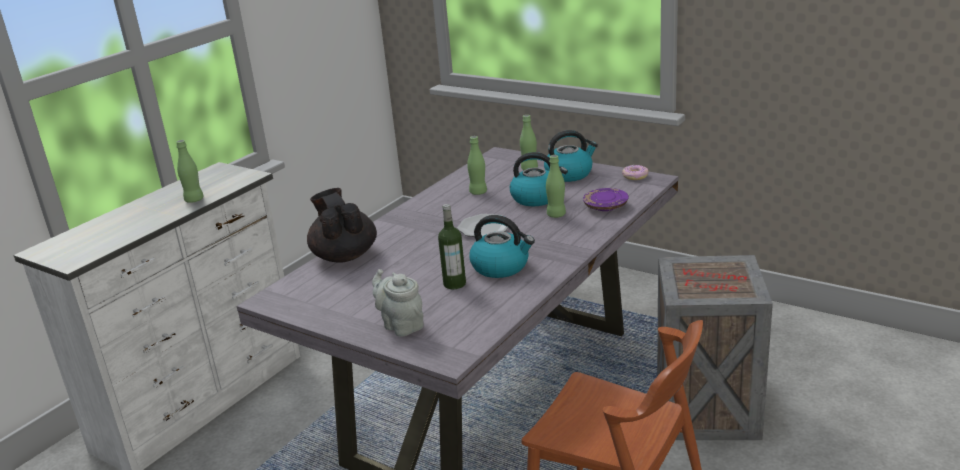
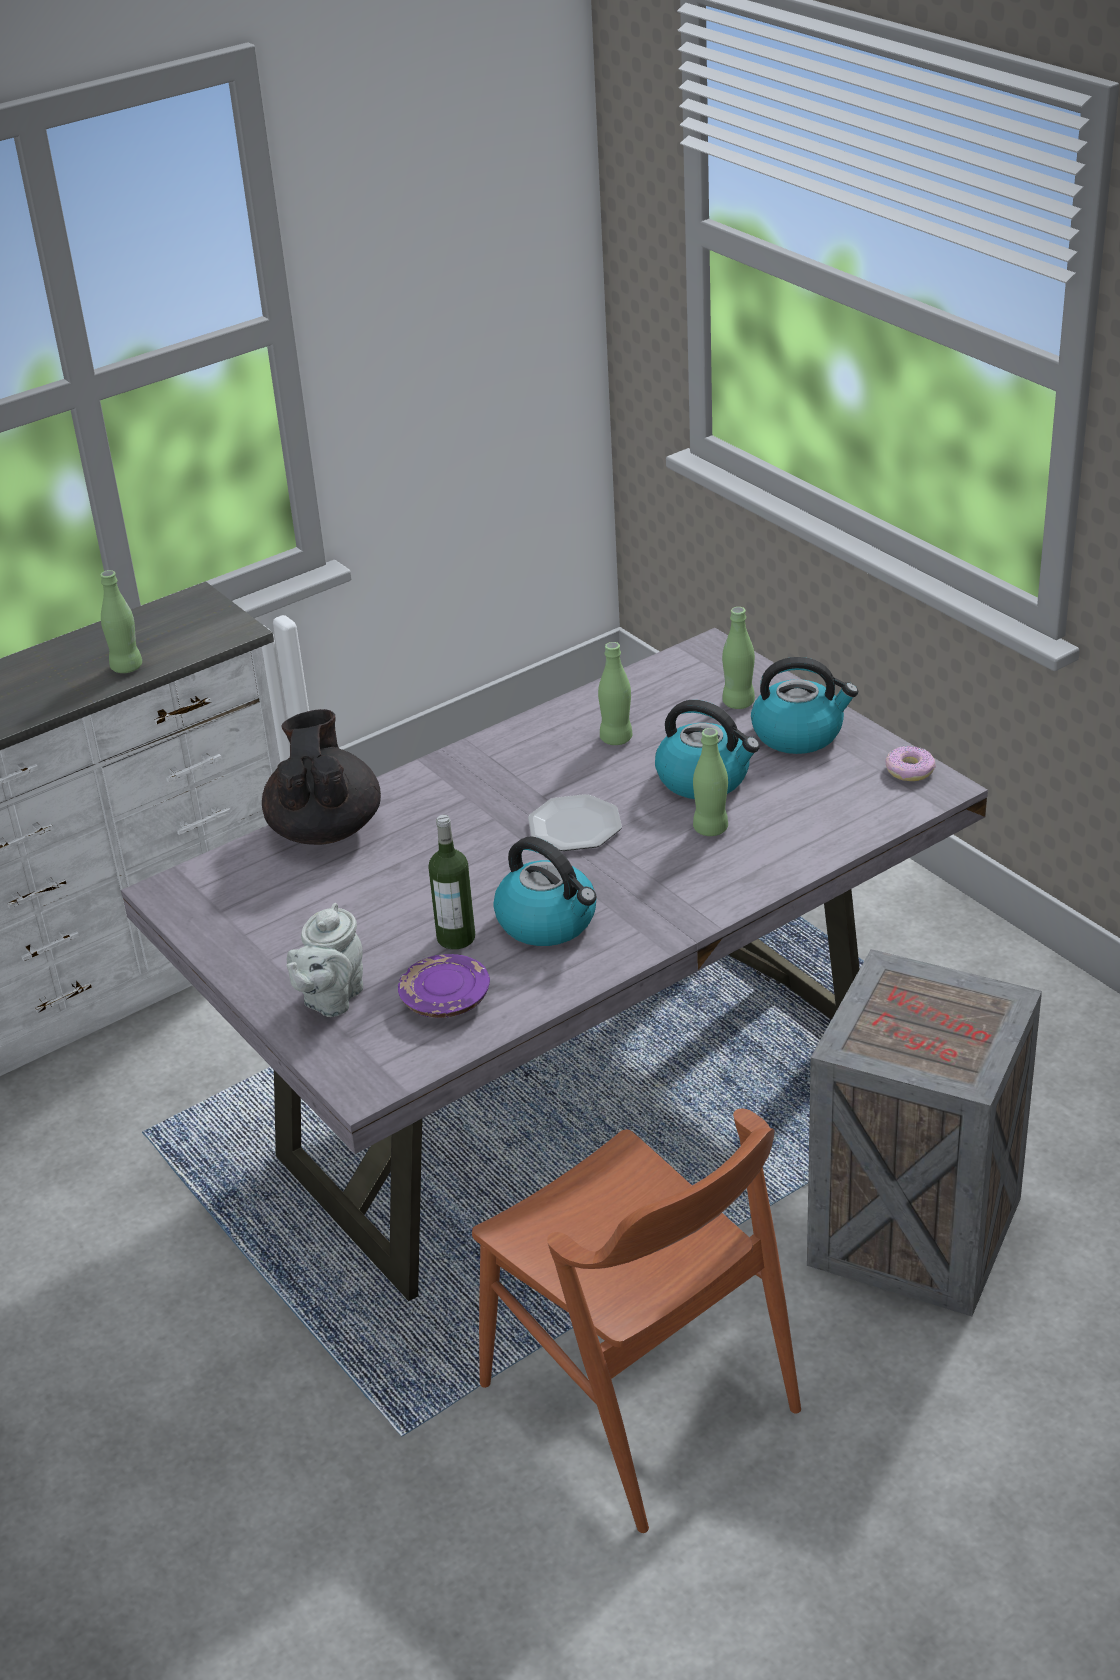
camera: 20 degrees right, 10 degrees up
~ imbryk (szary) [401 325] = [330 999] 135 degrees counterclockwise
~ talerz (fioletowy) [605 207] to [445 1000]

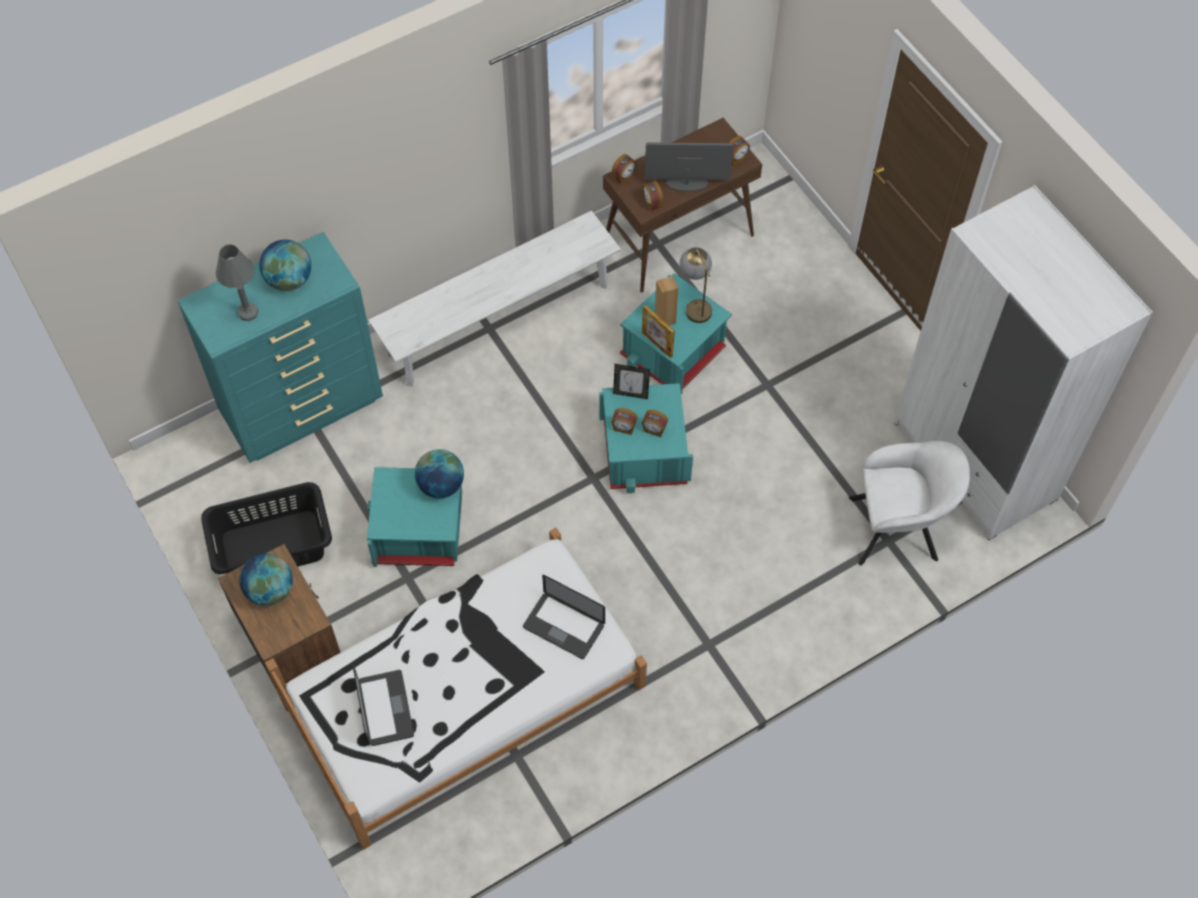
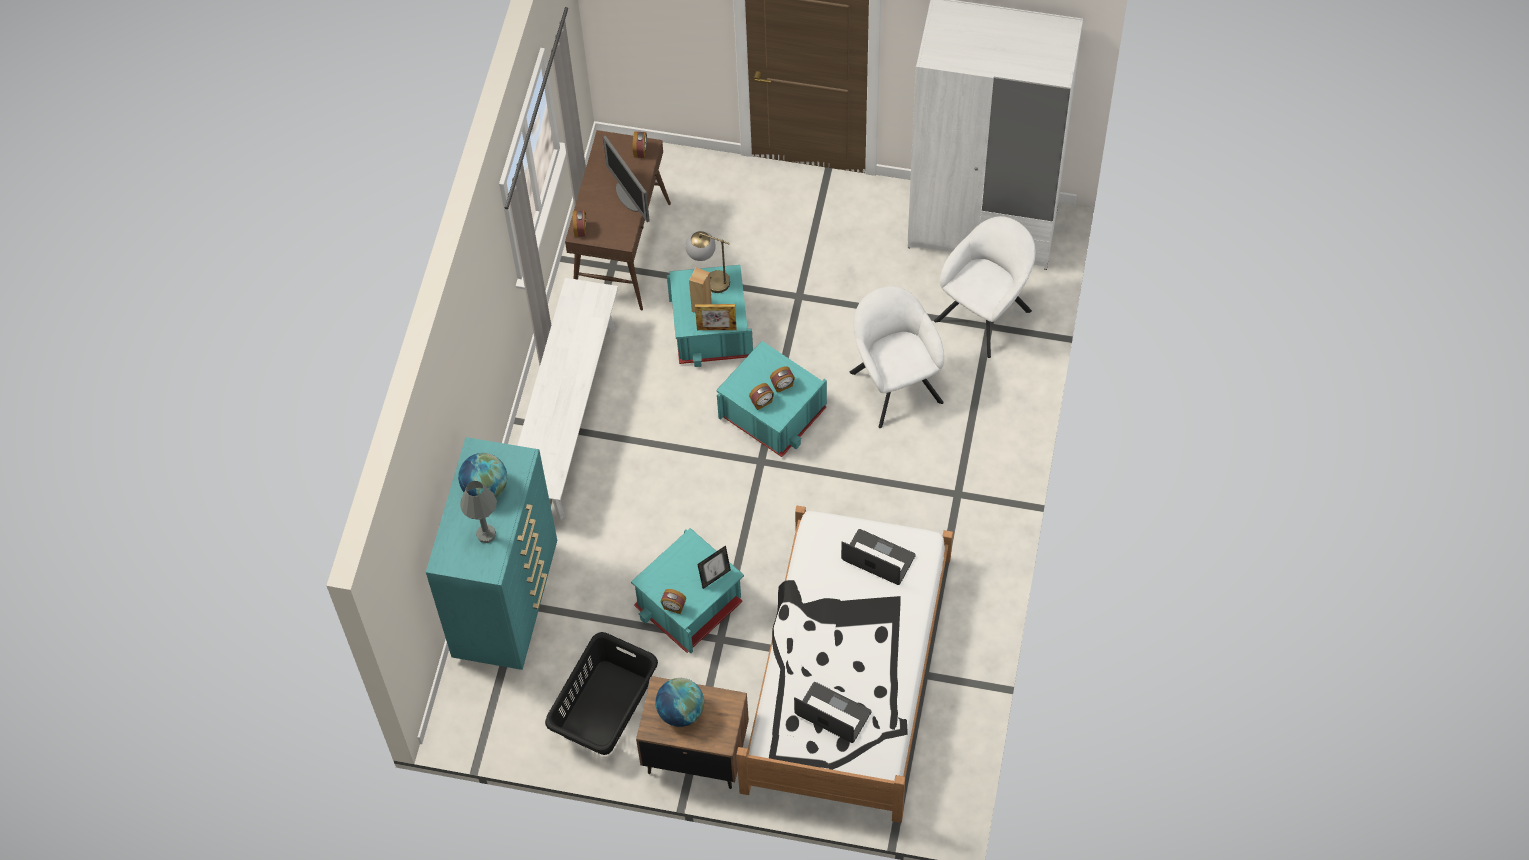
camera: 45 degrees left, 0 degrees up
- globus [441 485]
~ laptop [563 626] = [878 558] 135 degrees counterclockwise
~ ramka na zdjęcie [631 394] to [715 577]
~ budzik [652 203] to [674 607]
~ monitor [686 184] = [629 197] 75 degrees counterclockwise
+ fotel (biały) [894 382]

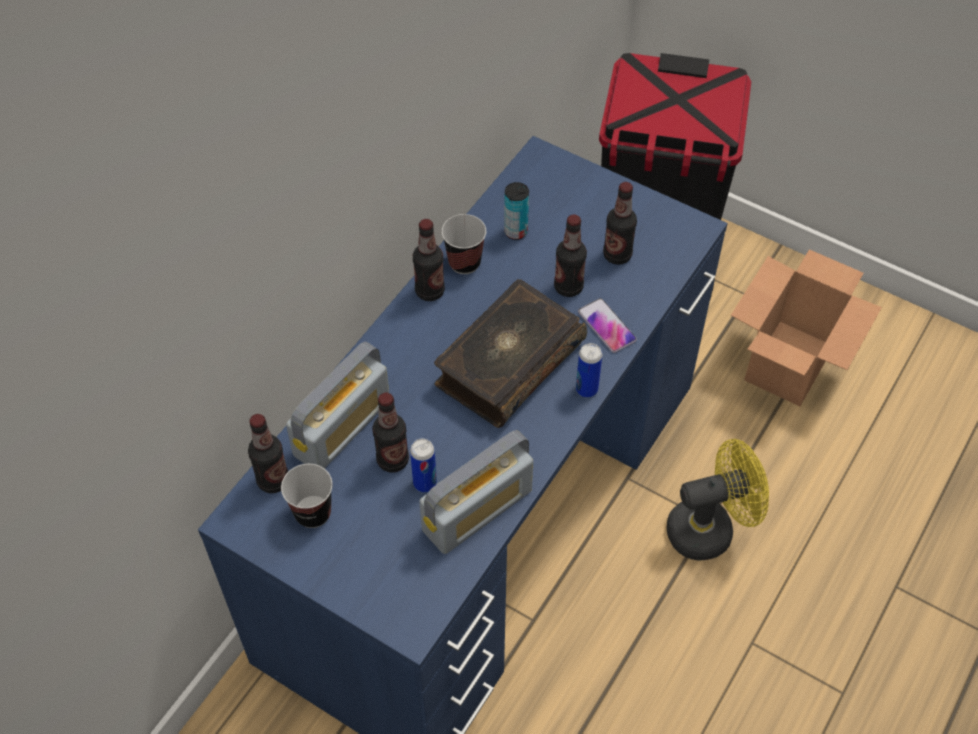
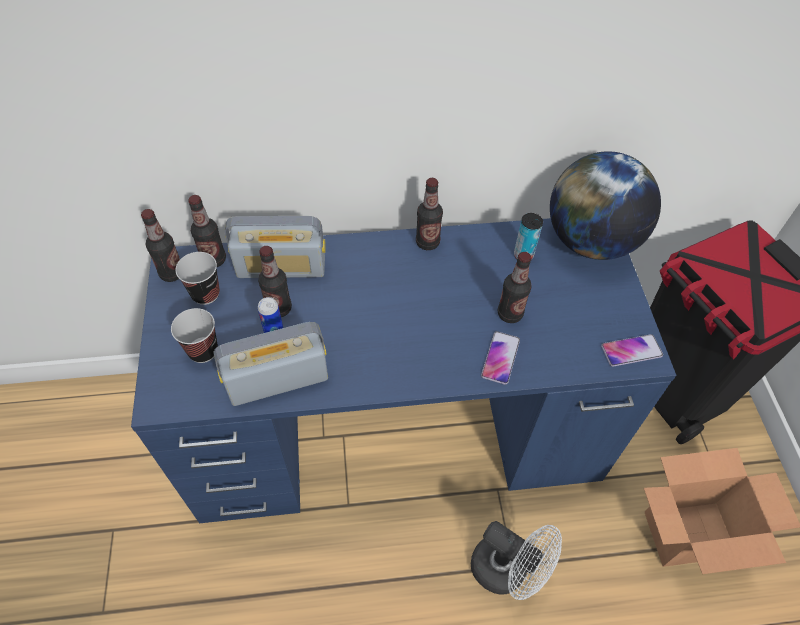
camera: 50 degrees right, 0 degrees up
~ radio [477 510] = [277 380] 150 degrees clockwise
- książka [508 363]
~ filiżanka [464 262] to [203 351]
- puszka [586 389]
~ butelka [617 255] to [172 273]
~ wentylator (żółty) [710 528] to wentylator (biały) [507 571]
+ globus [590 241]
+ telefon [631 351]

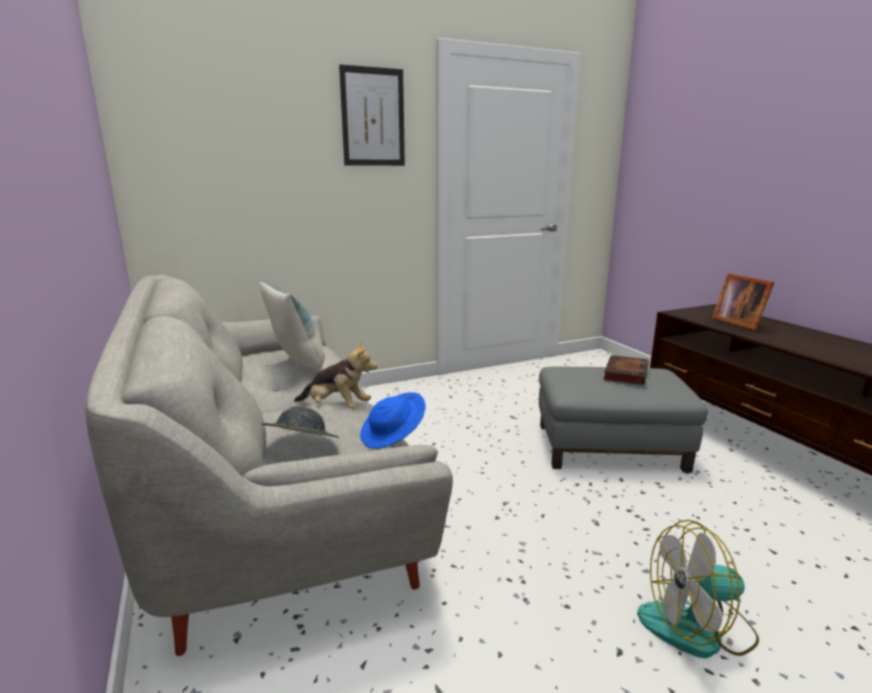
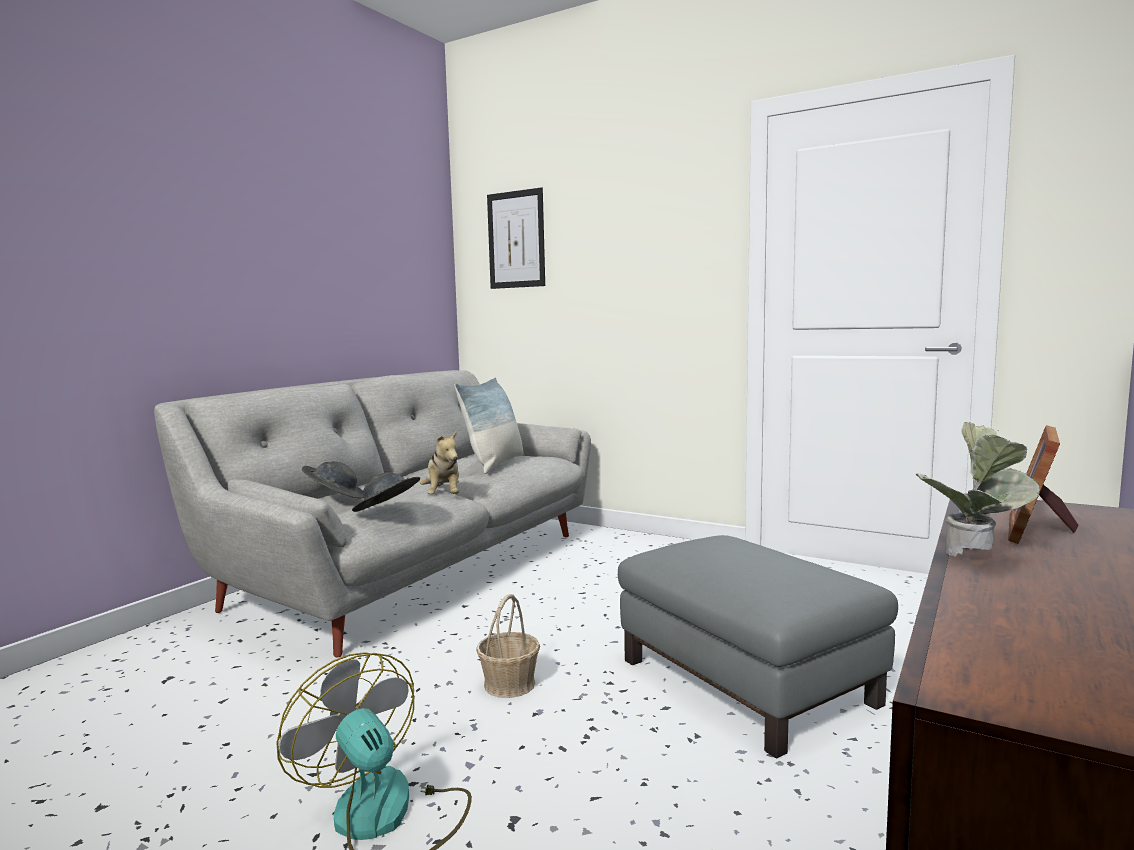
camera: 55 degrees right, 10 degrees down
~ obraz [373 117] to [516 239]
~ kapelusz (niebieski) [393 436] to kapelusz (szary) [387 512]
- książka [625 373]
+ koszyk [510 684]
+ roślina doniczkowa [975 559]

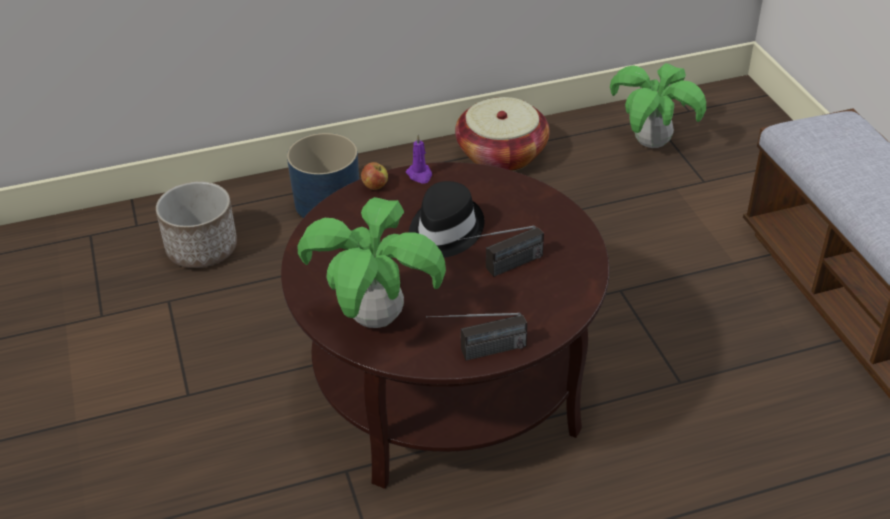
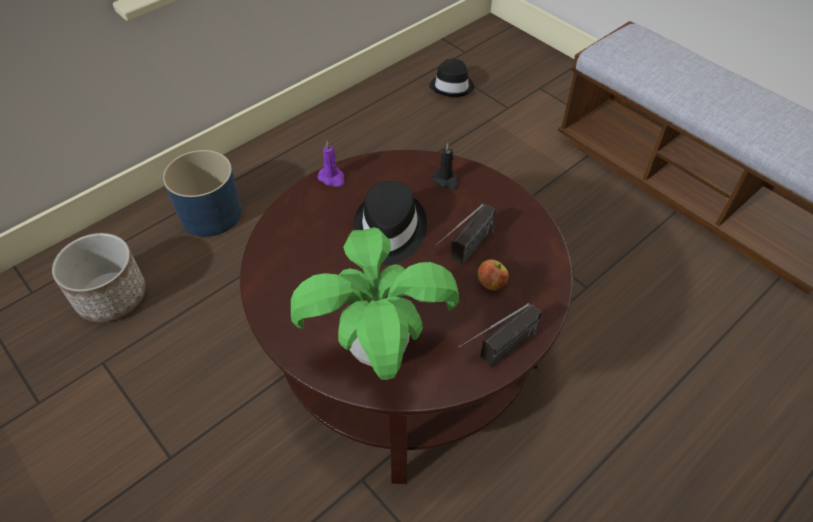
camera: 25 degrees left, 10 degrees up
~ jabłko [375 186] to [491 283]
- koszyk [501 154]
~ roślina doniczkowa [652 143] to kapelusz (czarny) [452 86]
+ świeca (czarny) [446 180]

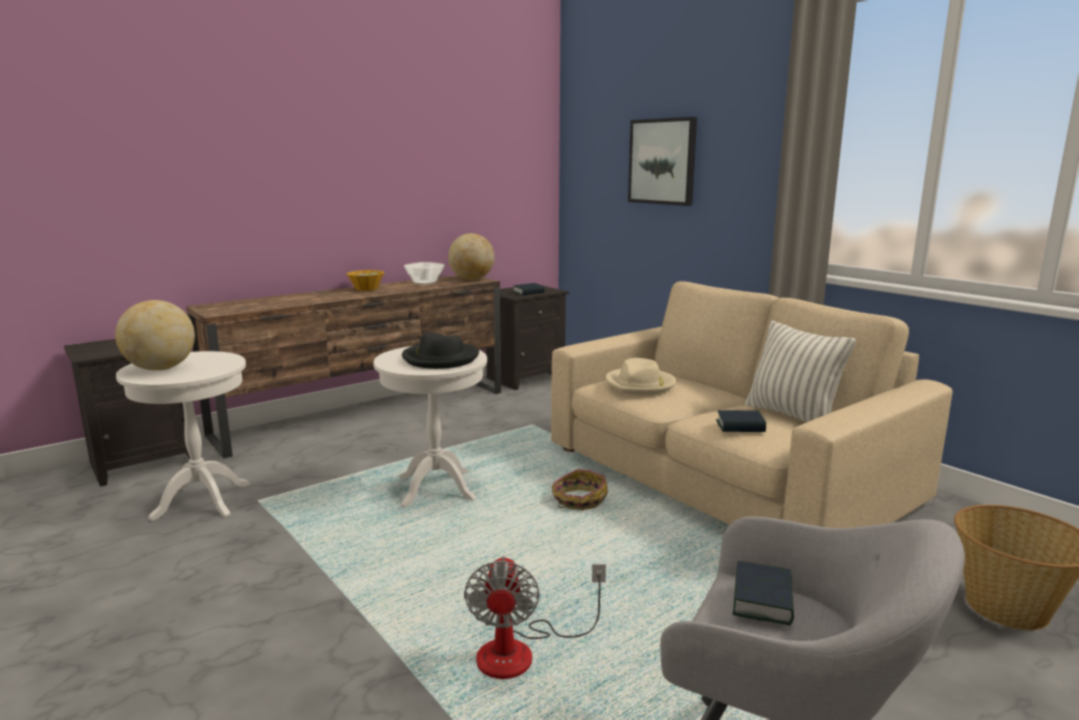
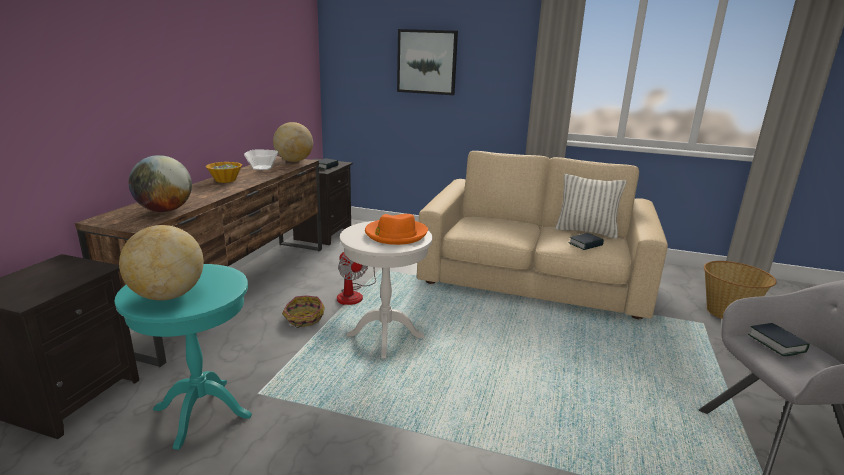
camera: 35 degrees left, 5 degrees up
~ stolik (biały) [202 501] to stolik (turkusowy) [202 412]
~ kapelusz (czarny) [440 359] to kapelusz (pomarańczowy) [395 234]
~ wentylator [522 651] to [354 294]
~ koszyk [578 500] to [303 319]
- kapelusz (beżowy) [640 384]
+ globus [165 210]

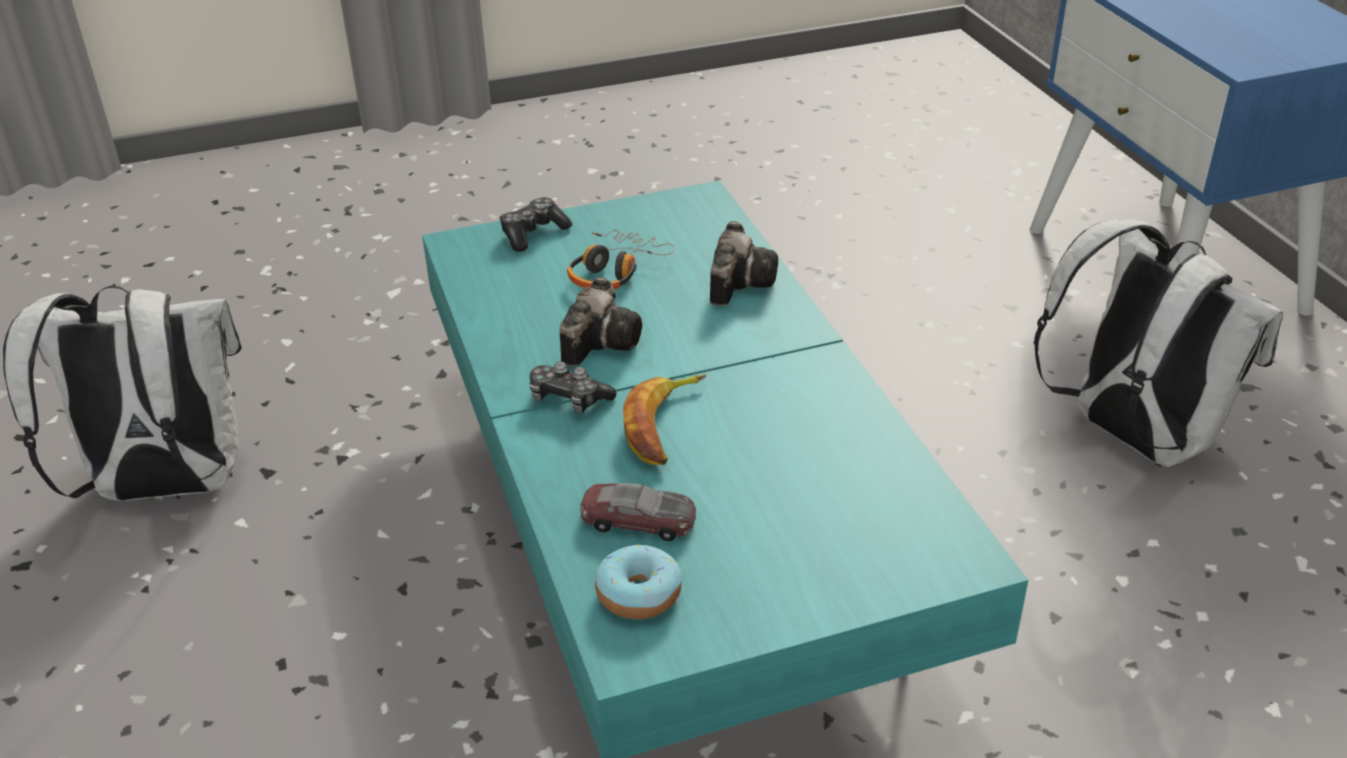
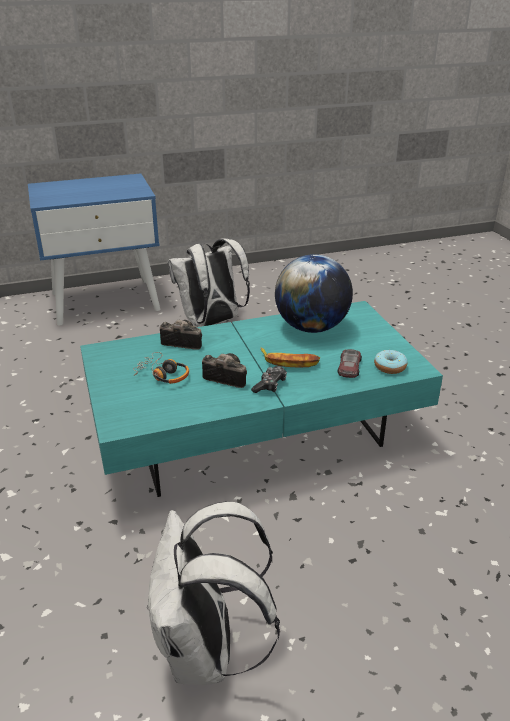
camera: 90 degrees left, 5 degrees down
- pad do gier [533 233]
+ globus [311 327]

